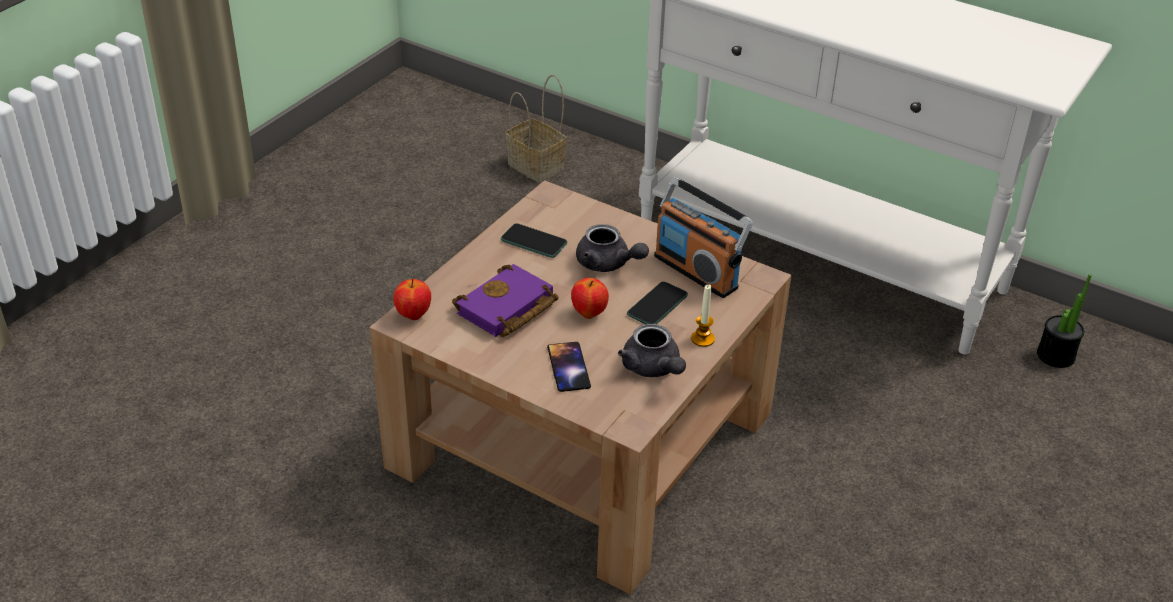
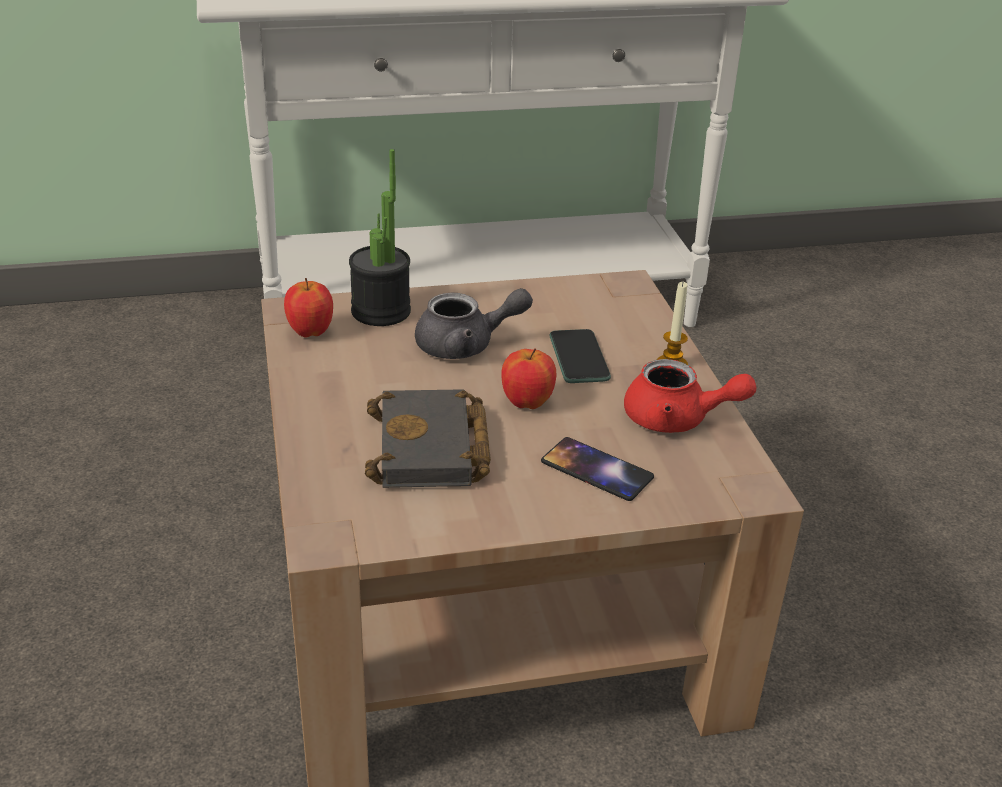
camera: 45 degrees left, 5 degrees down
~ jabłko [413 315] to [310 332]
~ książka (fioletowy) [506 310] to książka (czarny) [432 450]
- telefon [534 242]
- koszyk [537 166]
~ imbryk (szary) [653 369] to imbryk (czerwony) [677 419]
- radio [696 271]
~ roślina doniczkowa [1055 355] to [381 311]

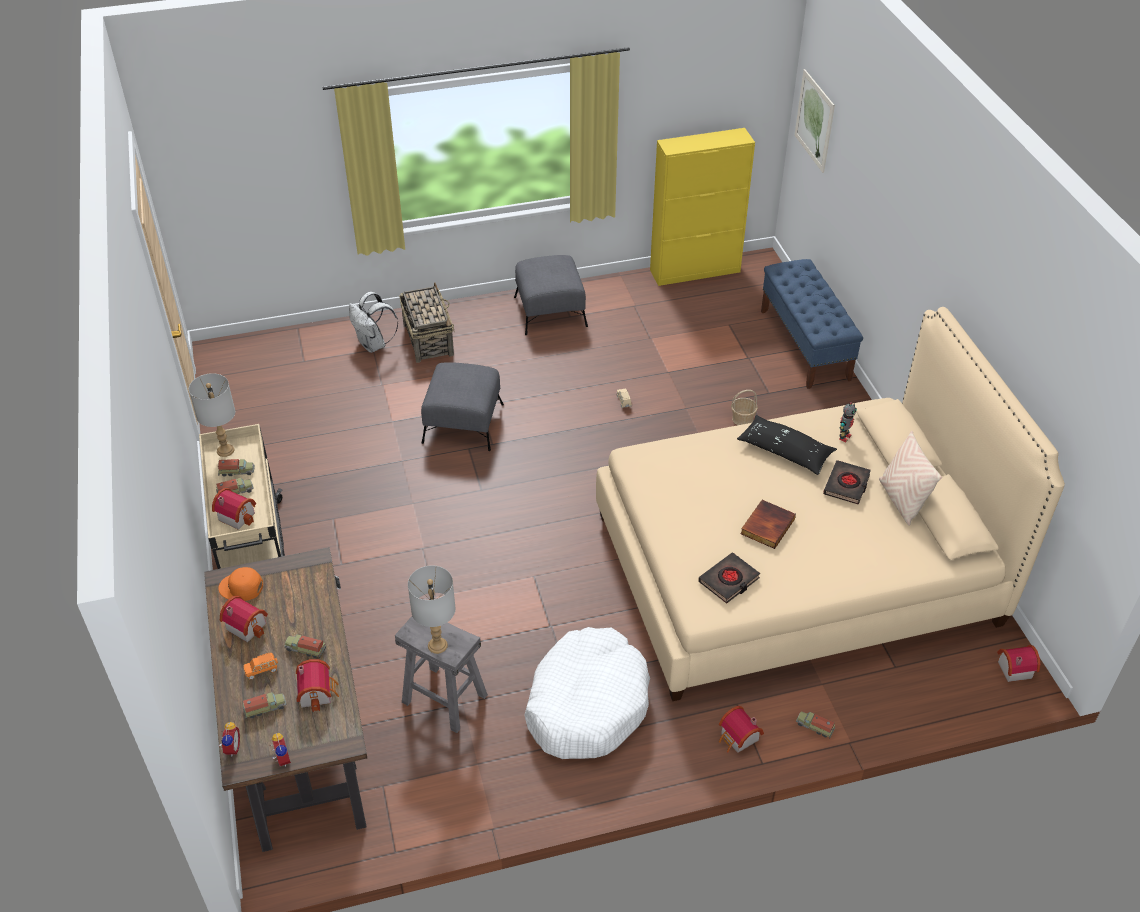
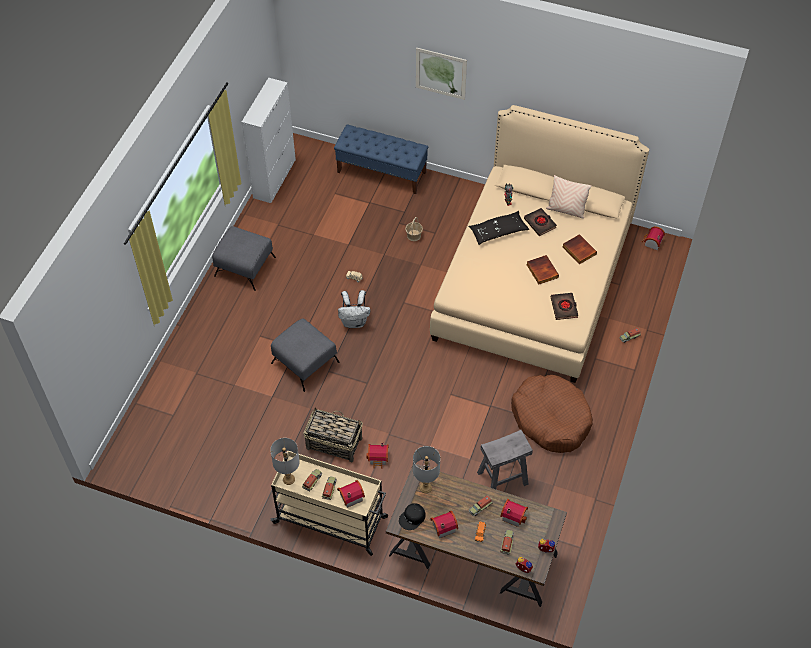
camera: 55 degrees left, 10 degrees up
~ czapka z daszkiem (pomarańczowy) [241 587] to czapka z daszkiem (czarny) [412 518]
~ plecak (biały) [374 345] to [354 322]
~ koszyk [428 339] to [333 443]
~ lampa stołowa (szary) [437 645] to [425 488]
~ legowisko (biały) [587 704] to legowisko (brązowy) [551 419]
~ szafka (żółty) [695 271] to szafka (biały) [274 178]
~ domek [738 739] to [378 458]
~ obraz [814 120] to [441 73]
+ książka [578 250]

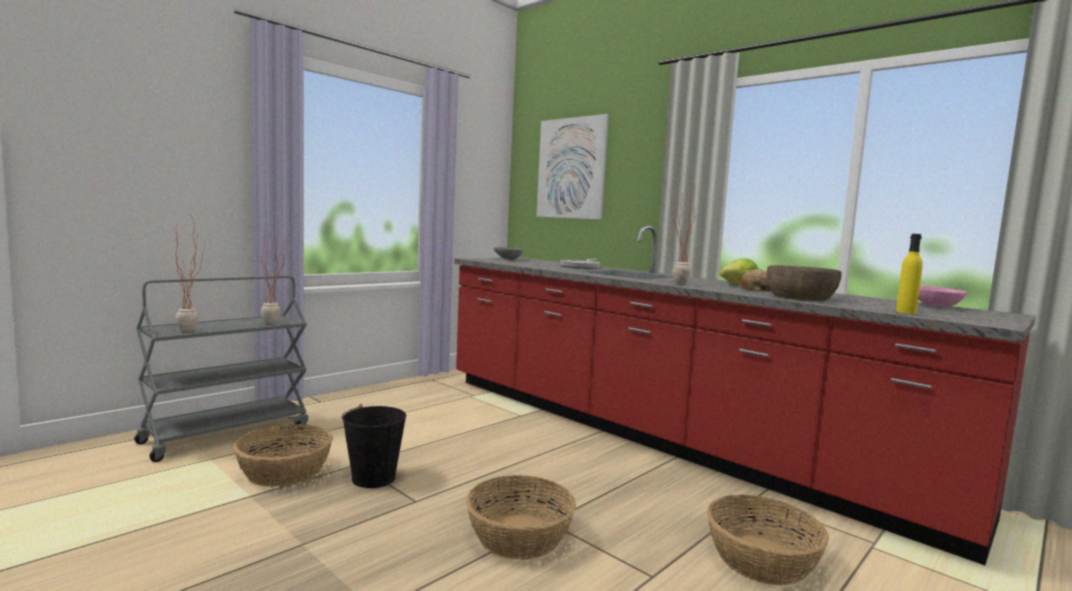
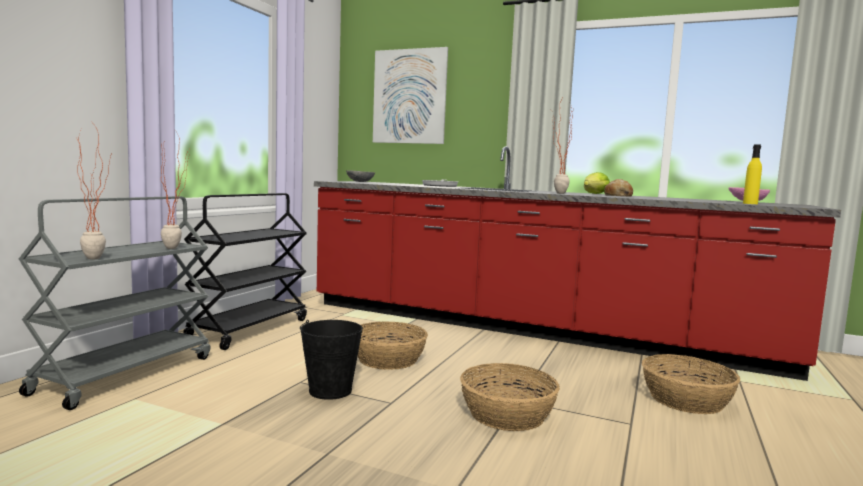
camera: 20 degrees left, 0 degrees up
~ koszyk [284 472] to [388 359]
- miska (brązowy) [800 297]
+ wózek (czarny) [249 329]

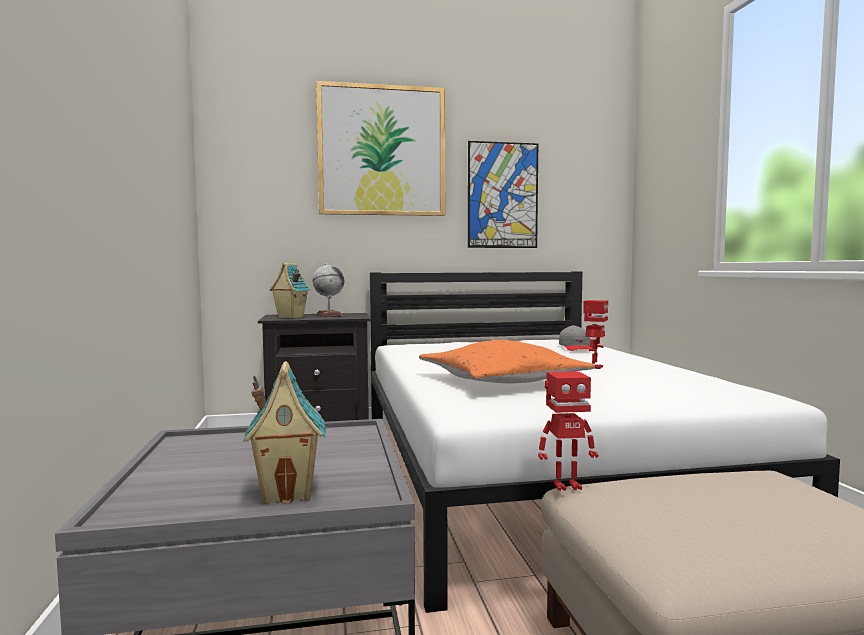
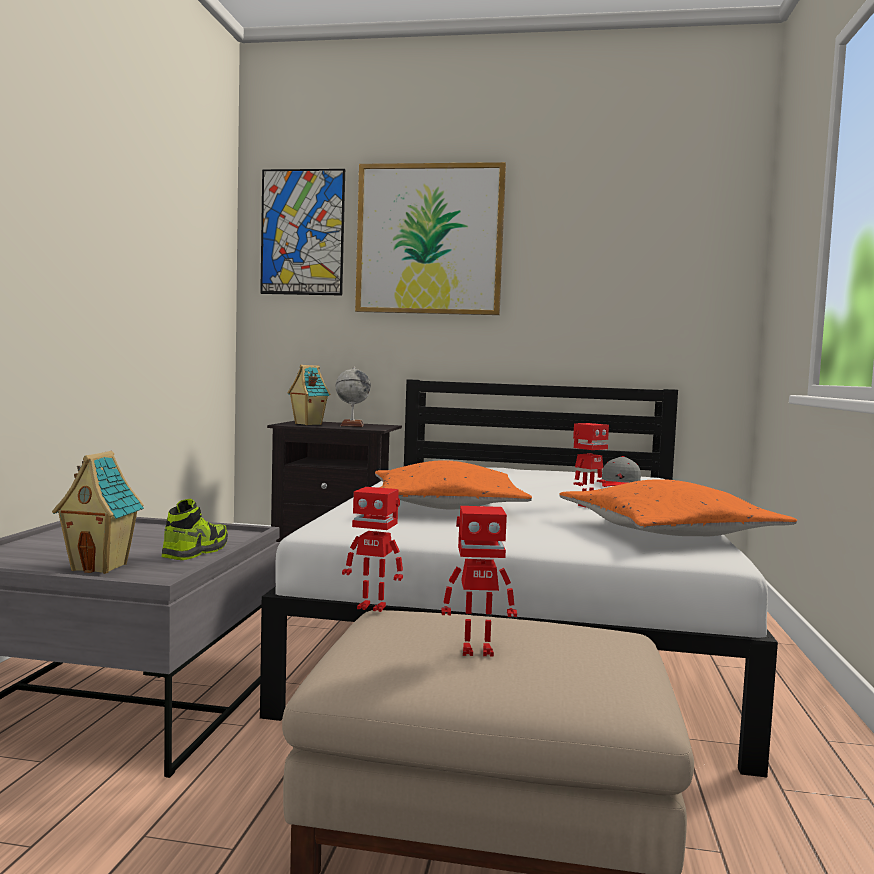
camera: 20 degrees right, 0 degrees up
~ obraz [502 195] to [302 232]
+ but [196 551]
+ robot zabawkowy [477 650]
+ poduszka (pomarańczowy) [667 532]

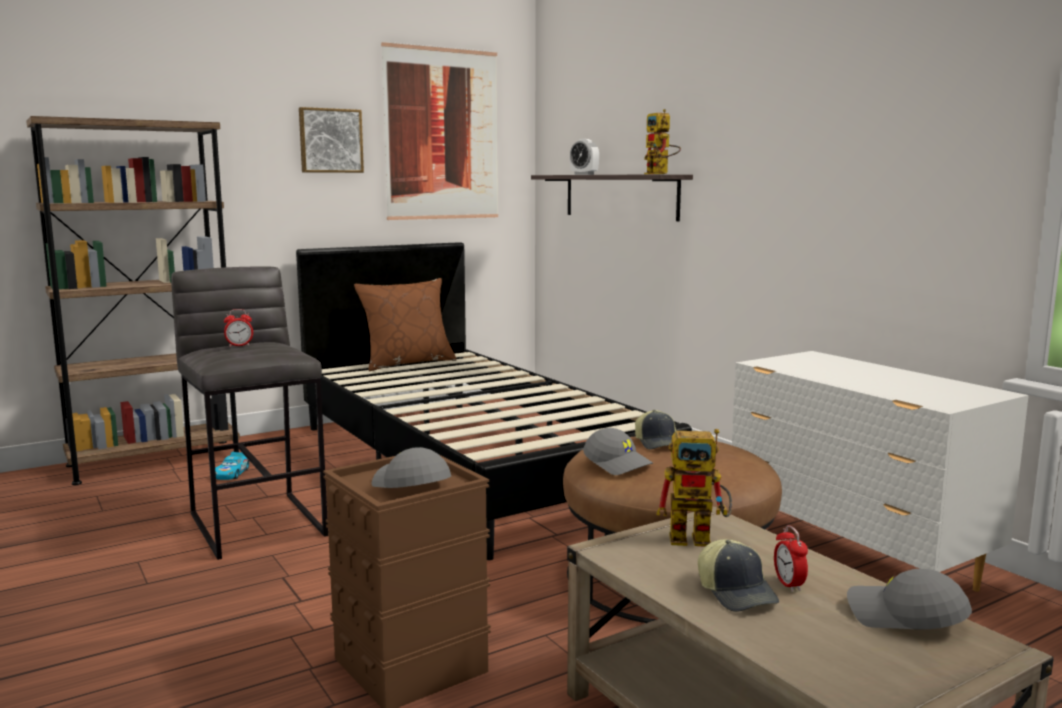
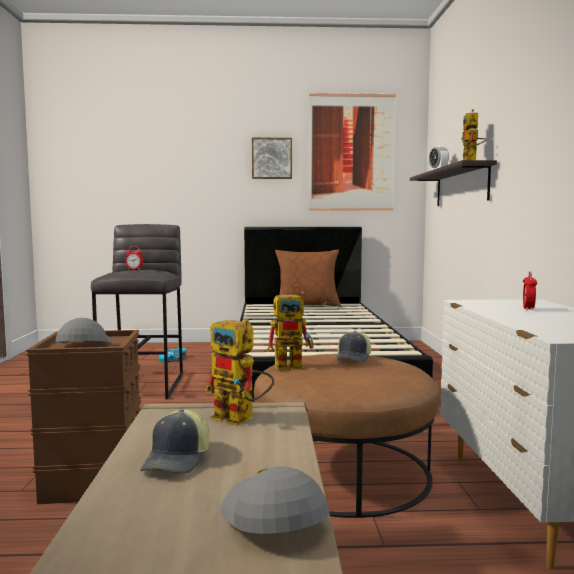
camera: 30 degrees right, 5 degrees down
- regał (brązowy) [155 461]
~ czapka z daszkiem (szary) [618 464] to robot zabawkowy [294 366]
~ budzik [789 584] to [528 309]

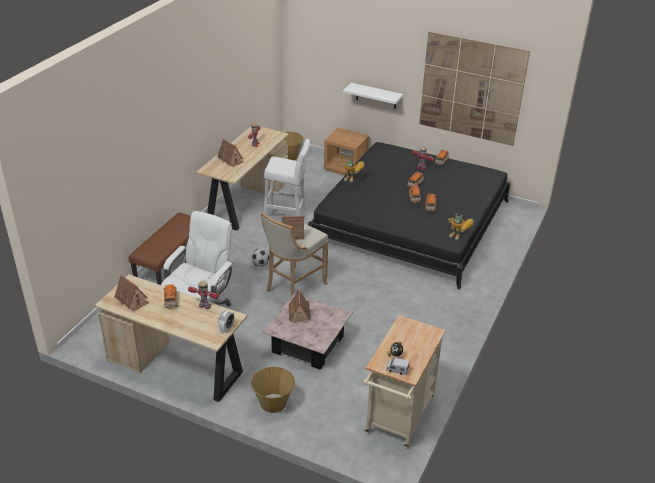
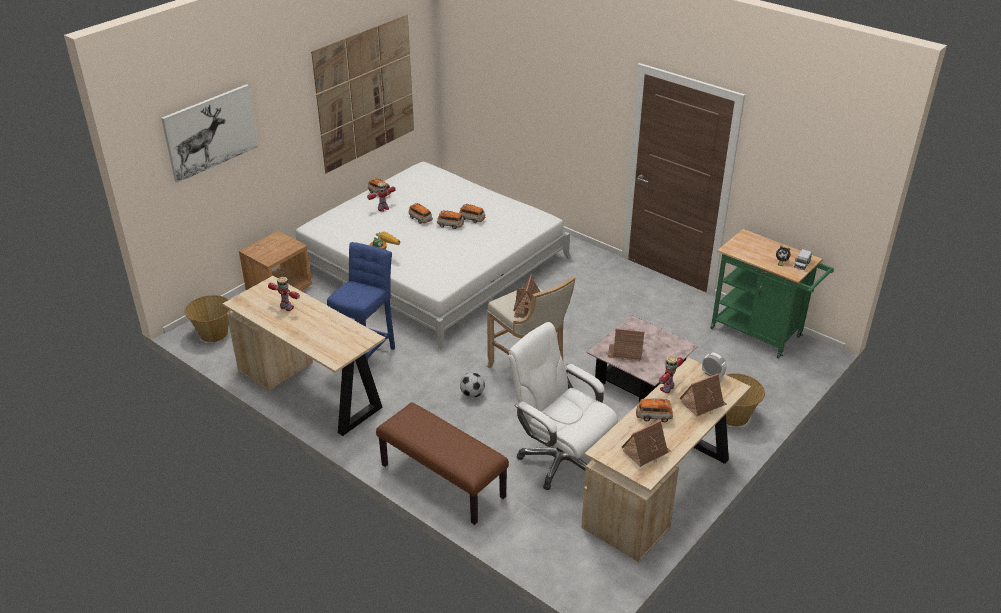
camera: 75 degrees left, 0 degrees up
~ domek [231 160] to [703 403]
~ stołek (biały) [287 214] to stołek (niebieski) [366 355]
~ łóżko (czarny) [411 221] to łóżko (biały) [431 263]
- półka (biały) [376 96]
~ wózek (beżowy) [398 419] to wózek (zielony) [761 334]
- robot zabawkowy [459 237]
+ obraz [211 132]

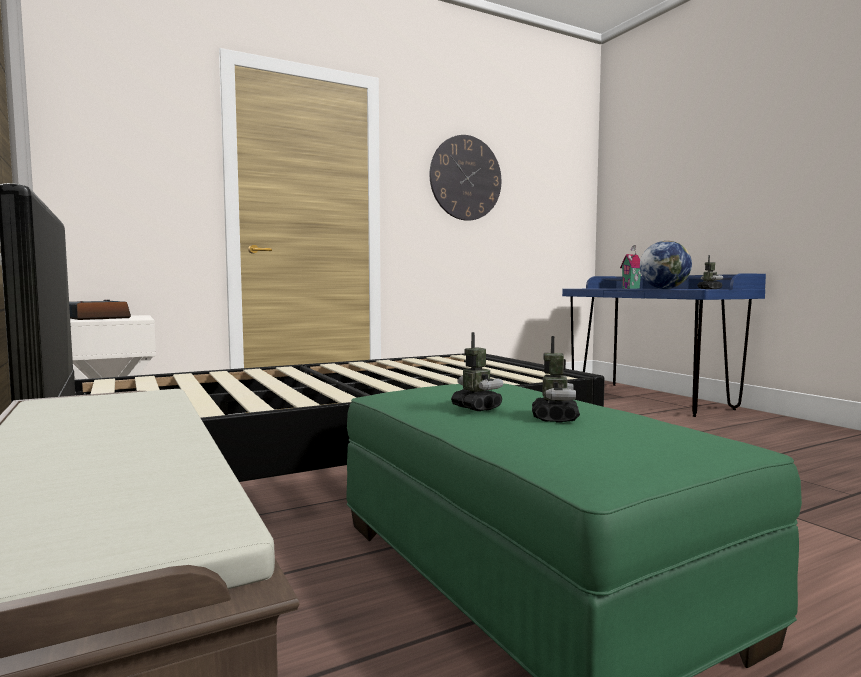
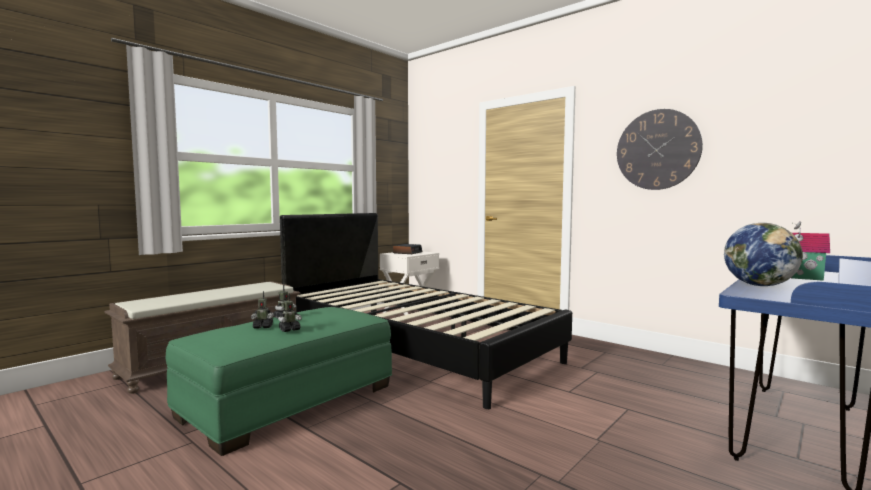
camera: 70 degrees right, 0 degrees up
~ robot zabawkowy [709 289] to [289 330]

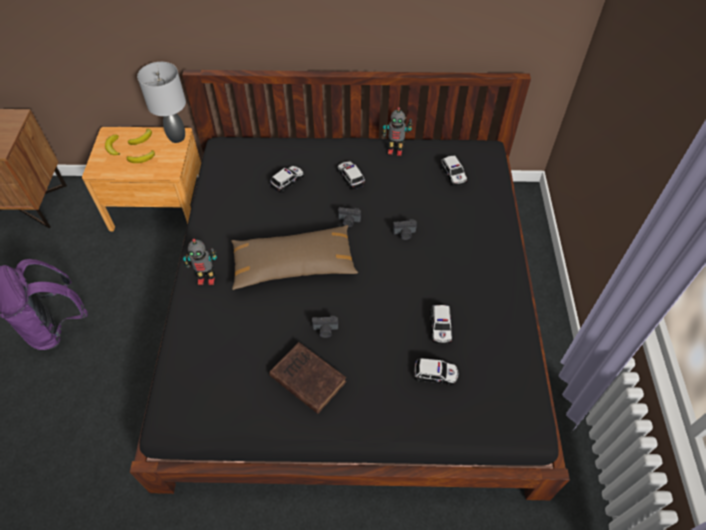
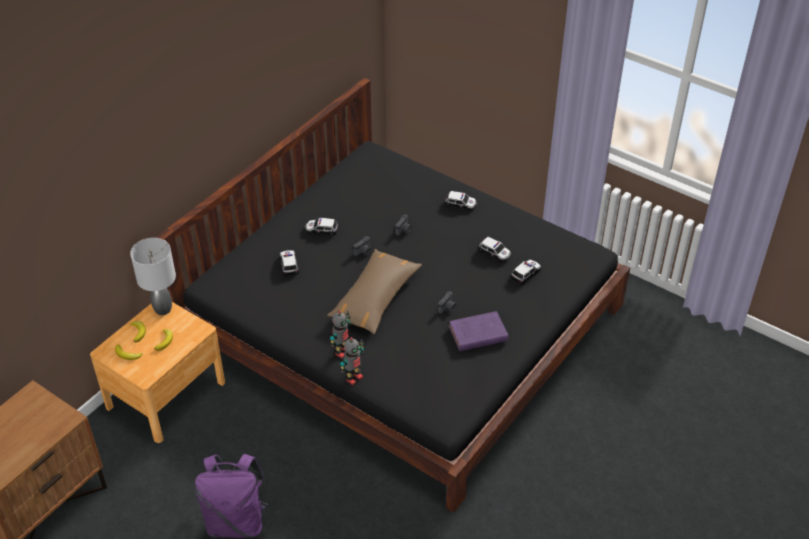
camera: 55 degrees left, 10 degrees down
~ książka (brązowy) [306 378] to książka (fioletowy) [476 334]
~ robot zabawkowy [395 151] to [353 377]
~ samochodzik [453 174] to [460 204]

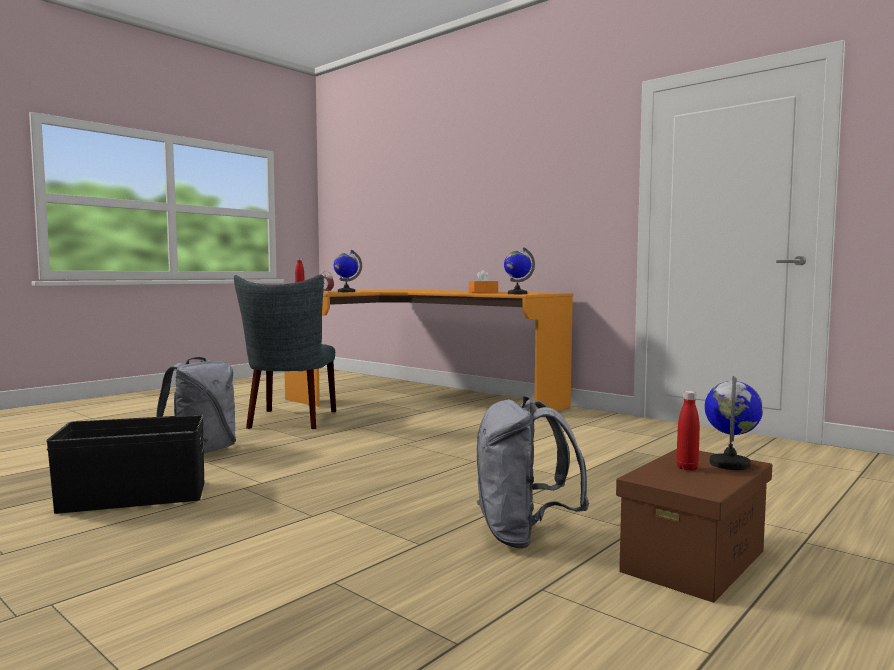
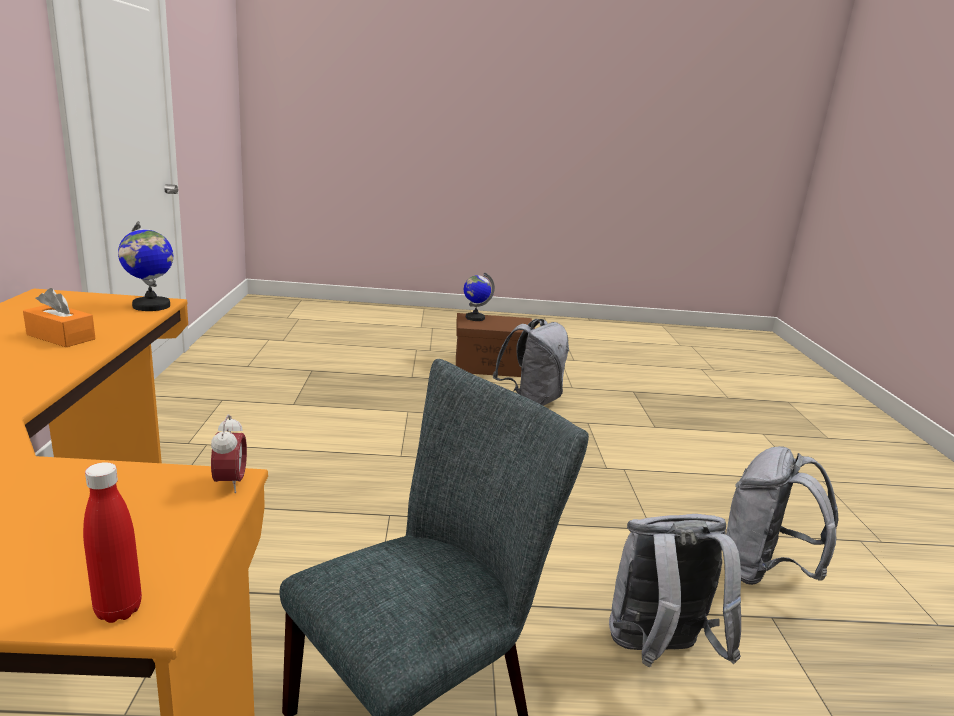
camera: 135 degrees left, 15 degrees up
~ pojemnik do przechowywania (czarny) [133 496] to plecak (szary) [762 572]
- globus [346 292]
- butelka (czerwony) [687 468]

